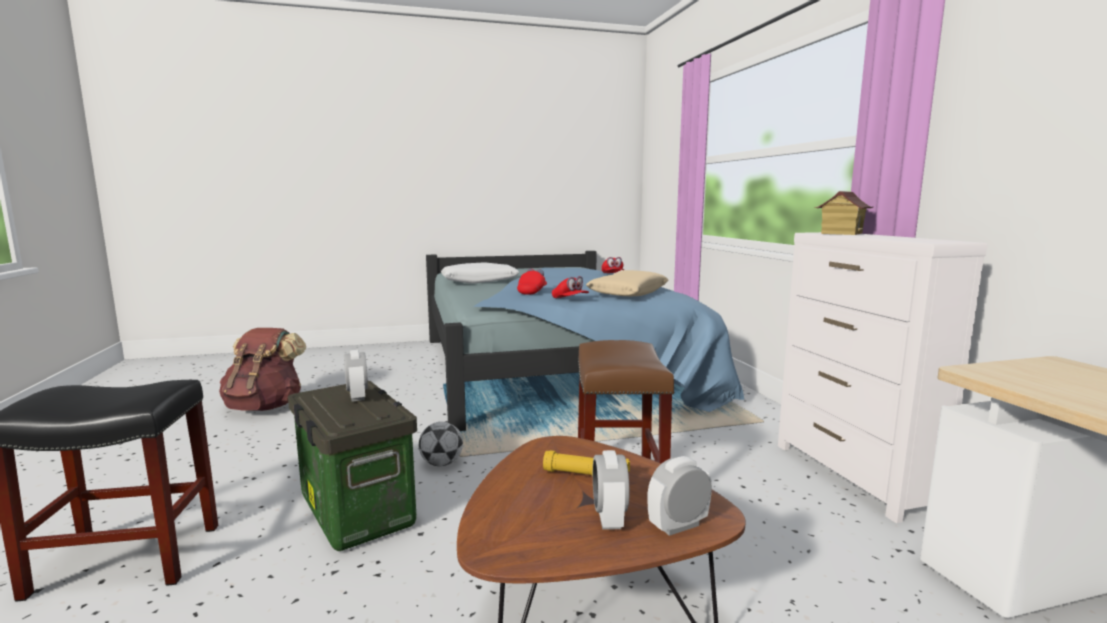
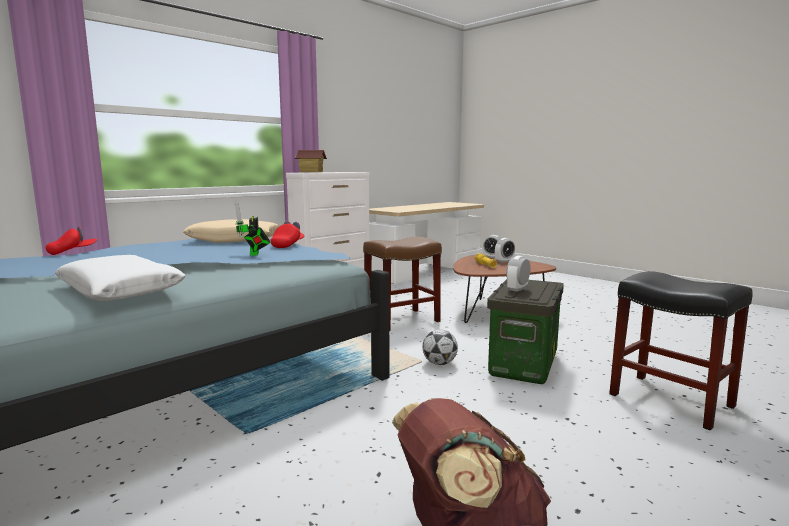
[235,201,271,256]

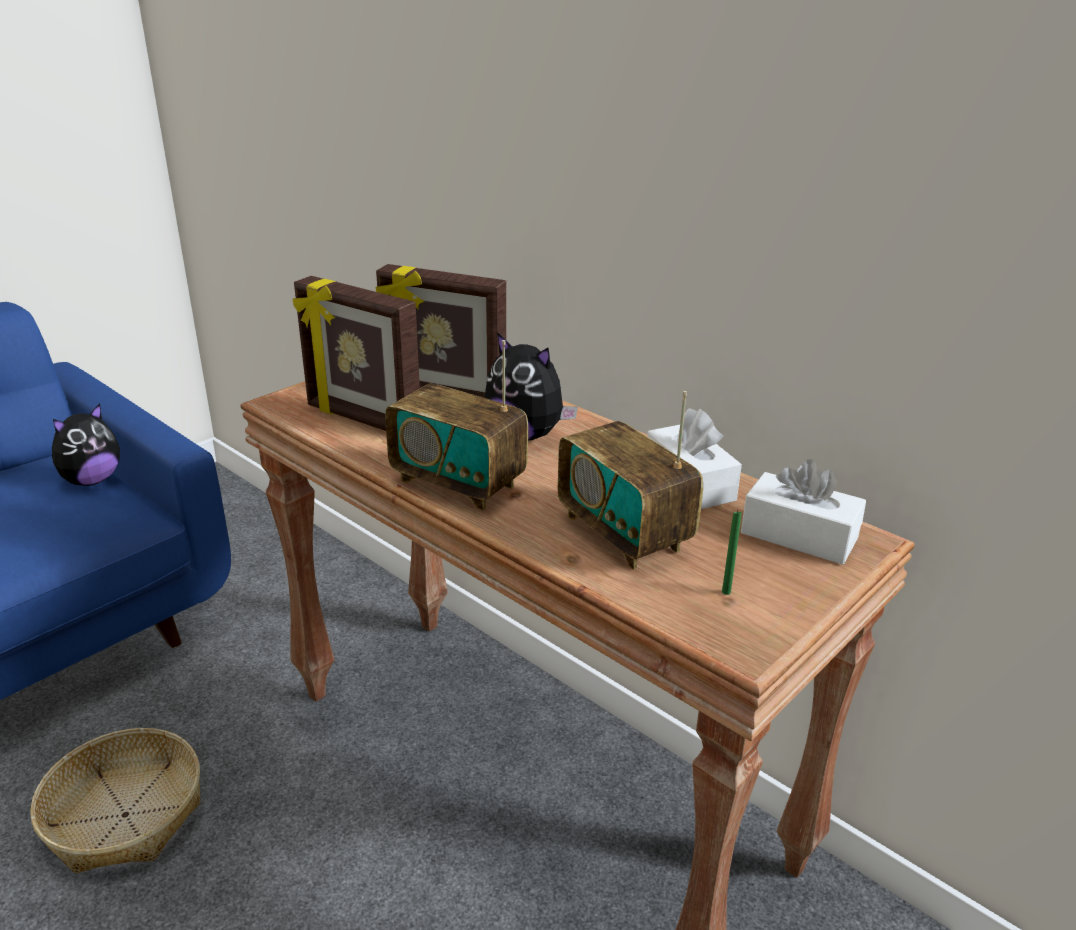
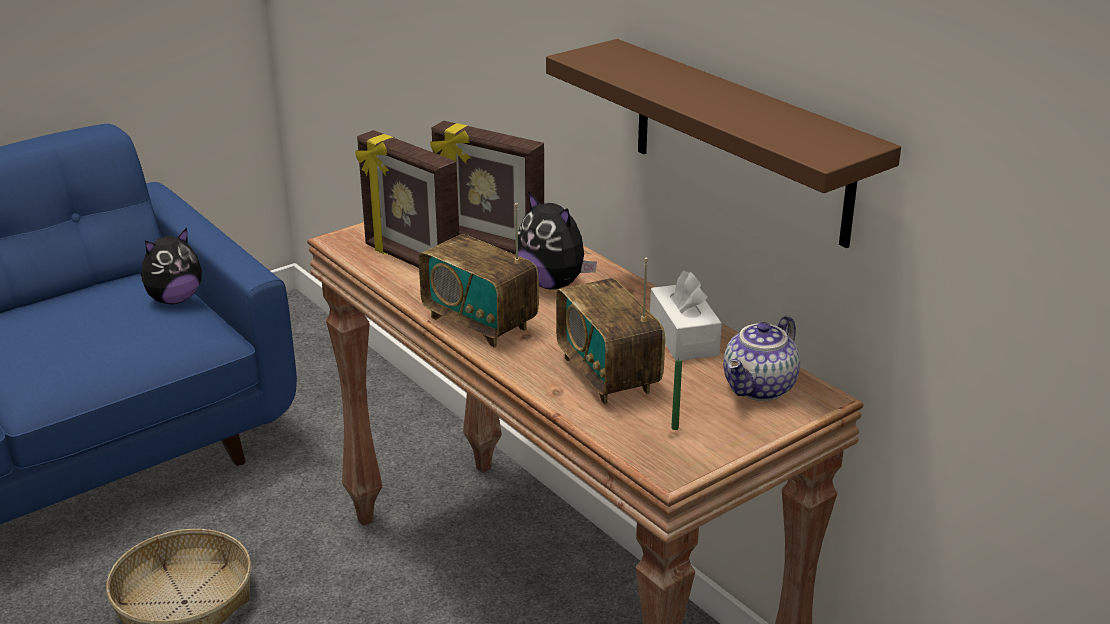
[723,316,800,401]
[546,39,901,248]

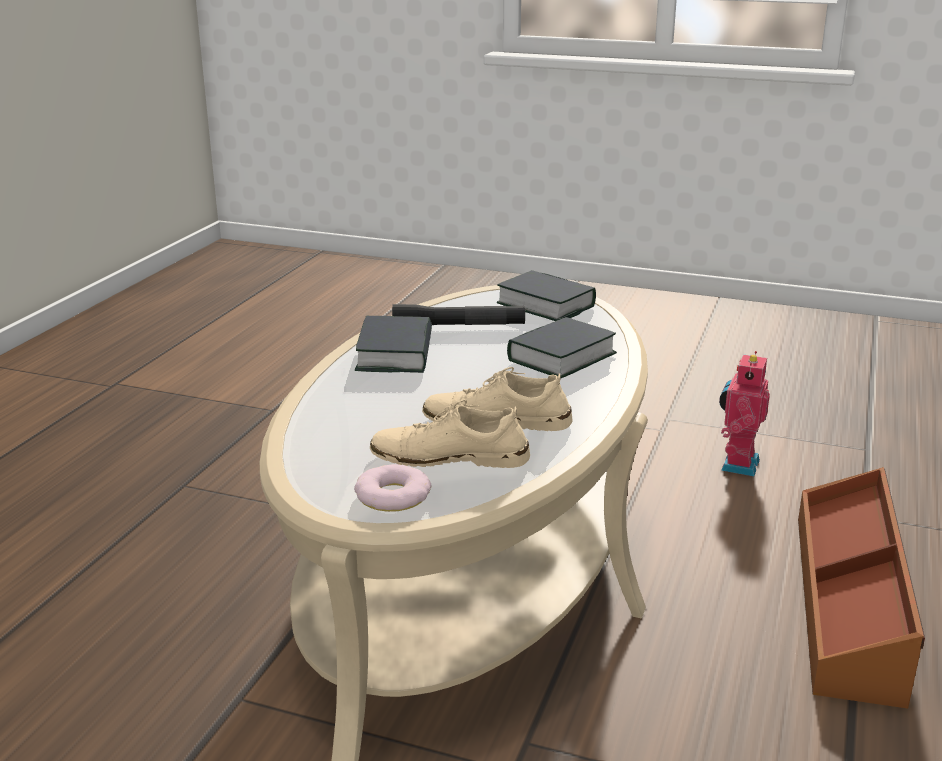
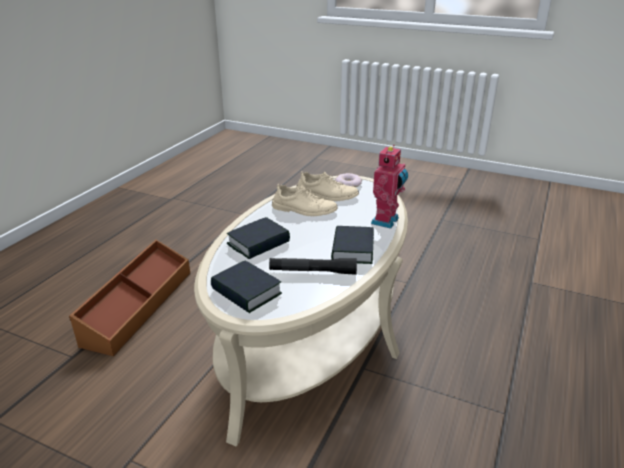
[371,145,408,229]

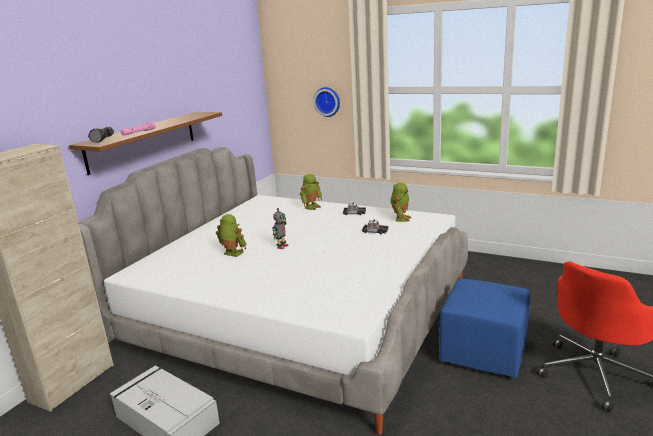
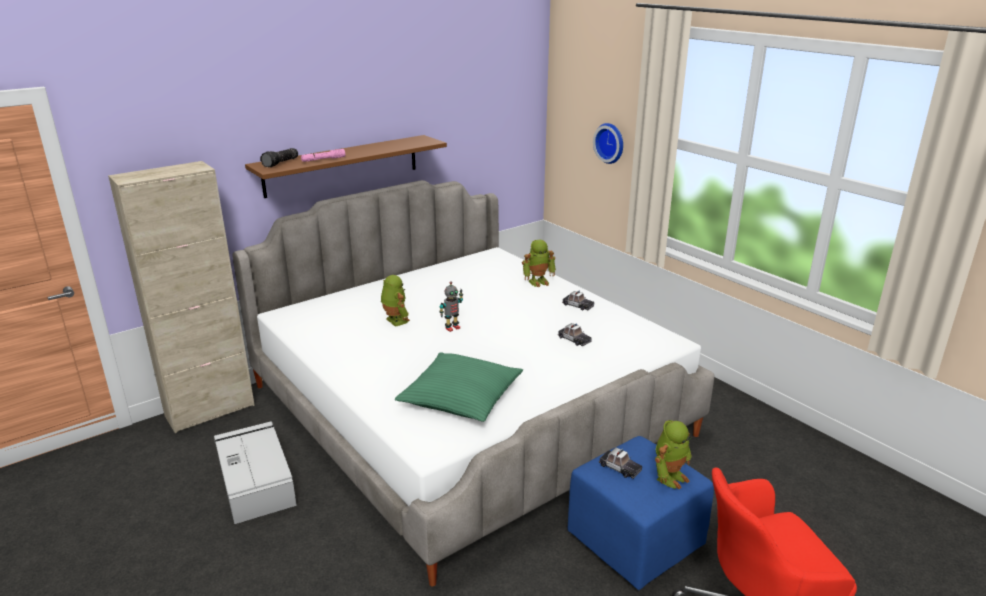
[655,420,692,489]
[395,352,523,422]
[599,447,642,479]

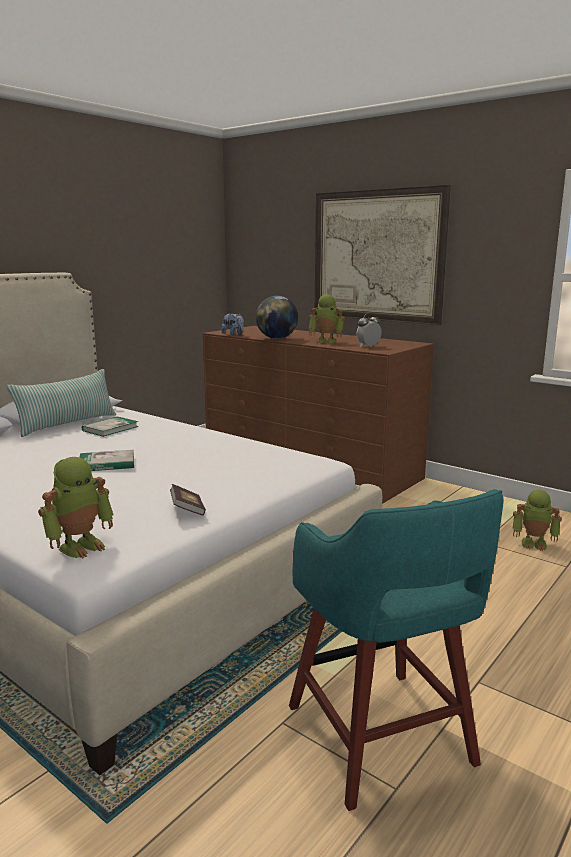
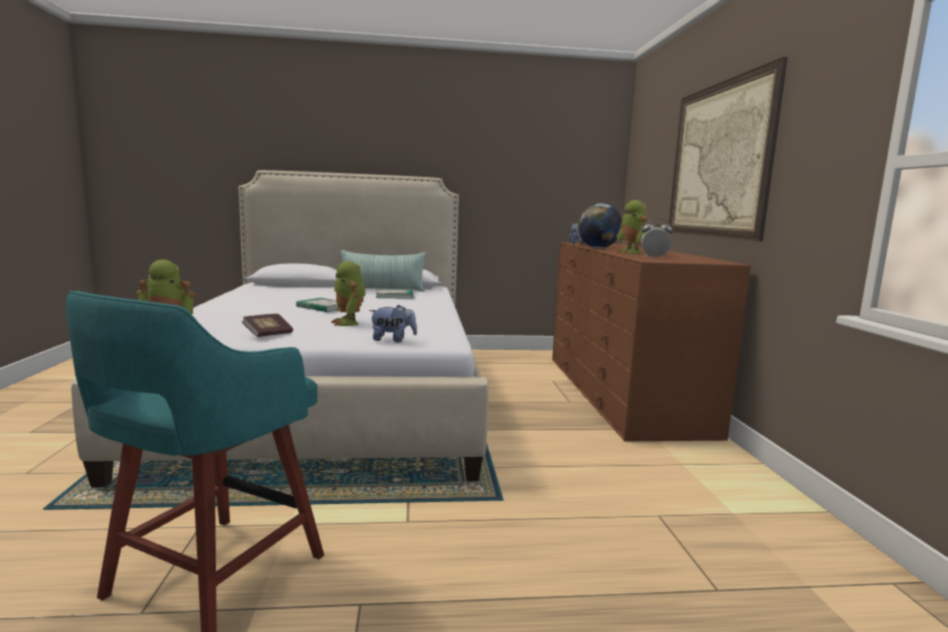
[331,261,366,326]
[369,305,417,342]

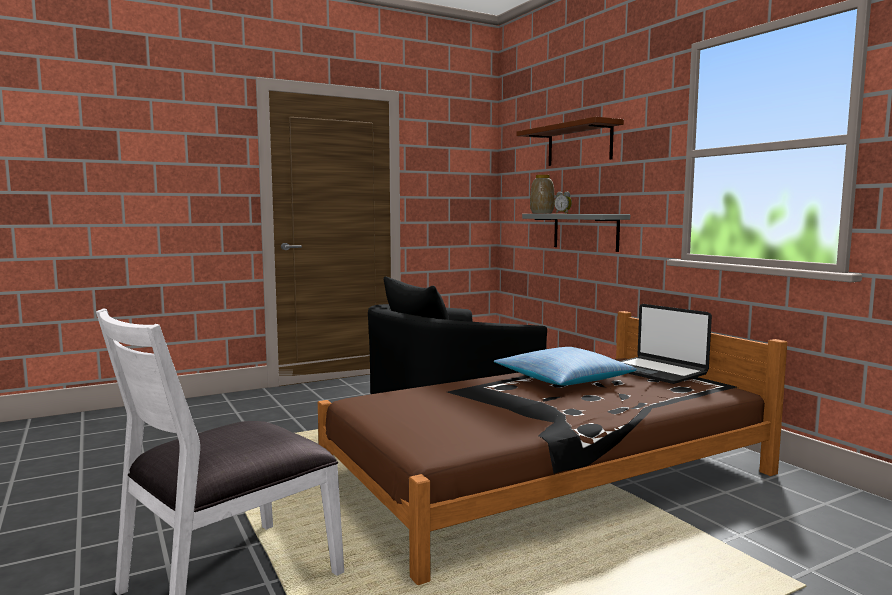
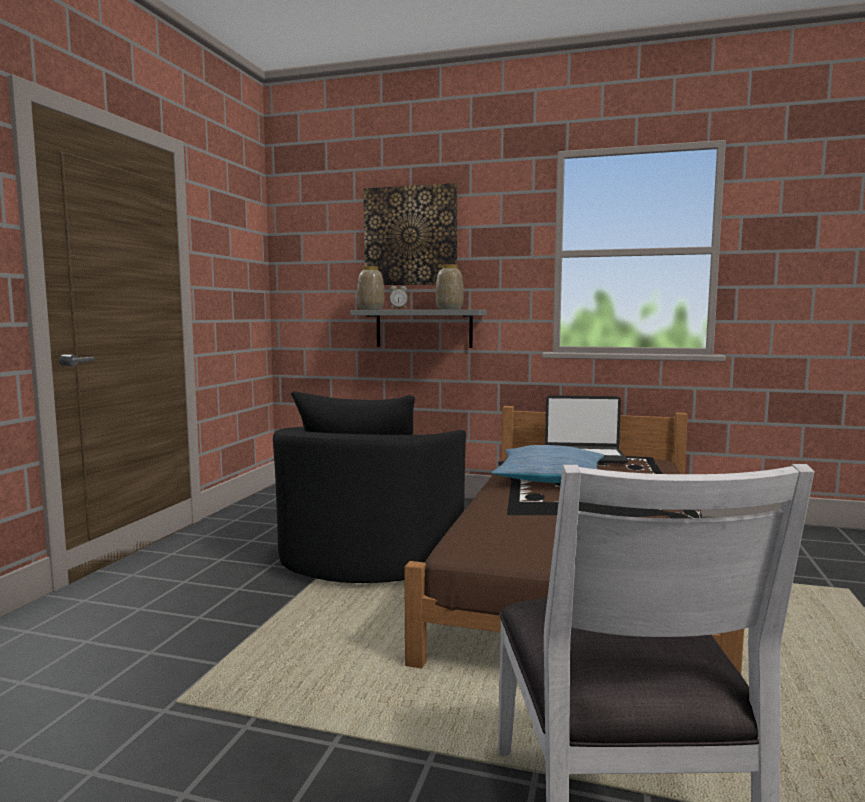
[364,183,457,285]
[436,264,464,310]

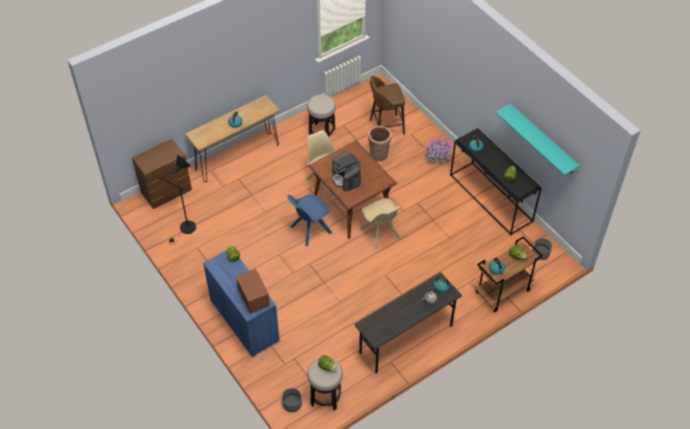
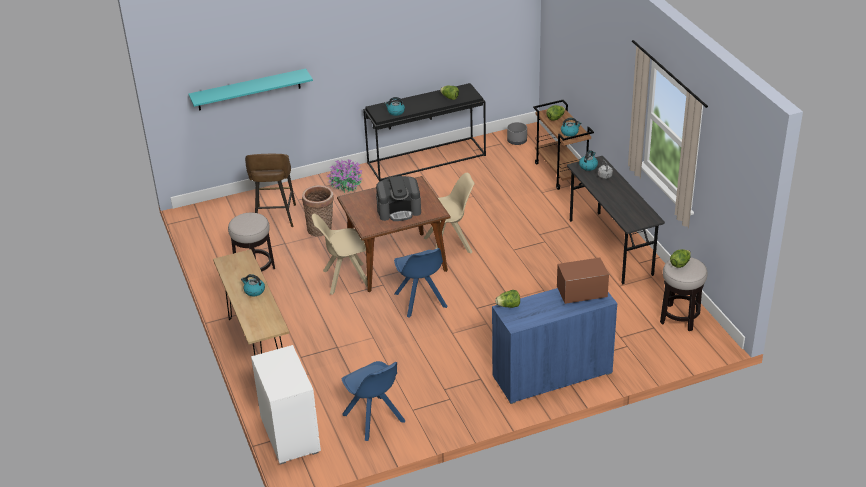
[188,69,313,111]
[251,345,321,465]
[342,361,405,441]
[282,388,302,412] (first image)

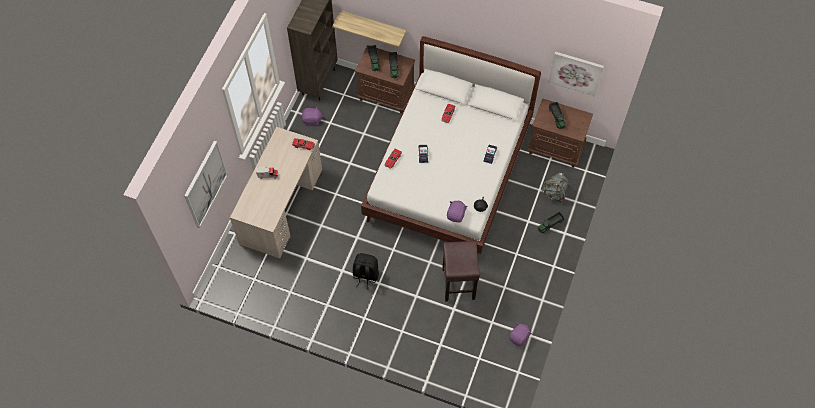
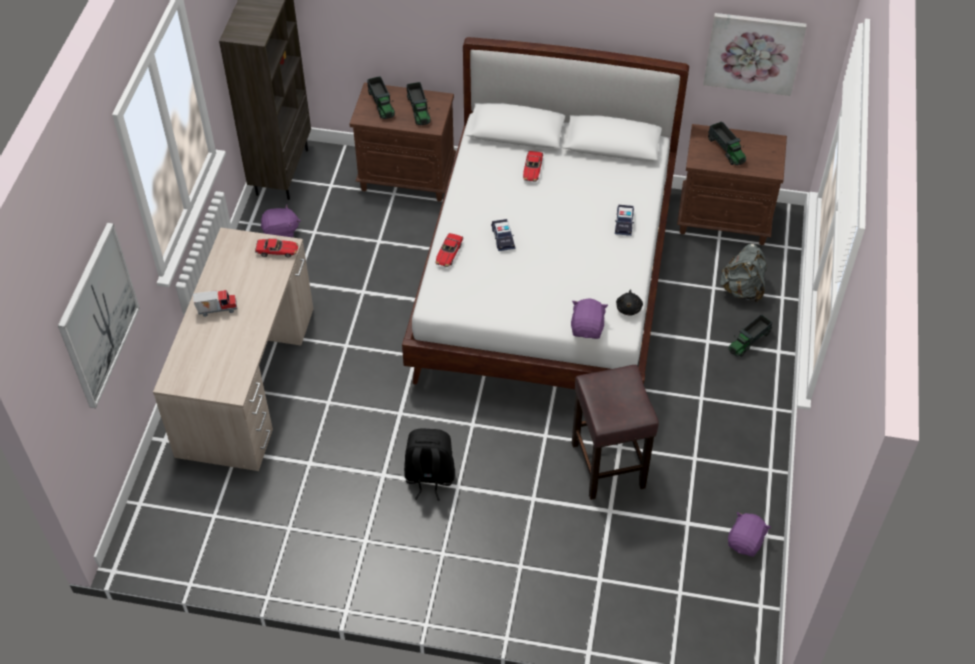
[332,10,406,47] (first image)

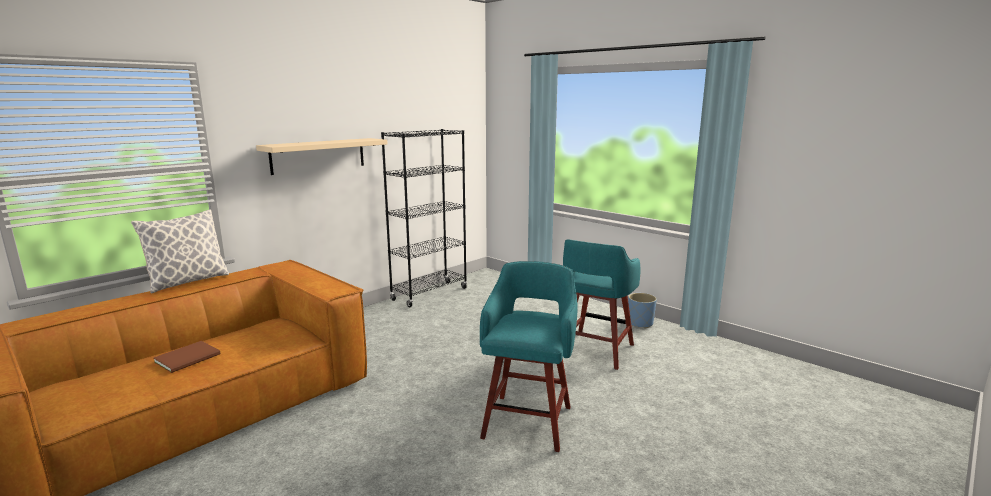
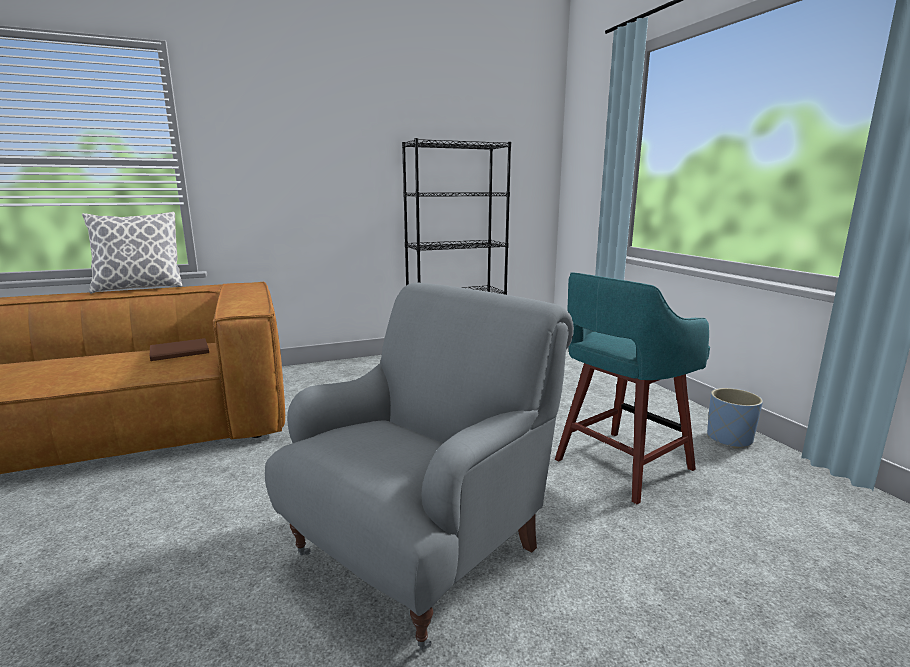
[256,138,388,175] (first image)
[265,283,574,650]
[150,338,209,361]

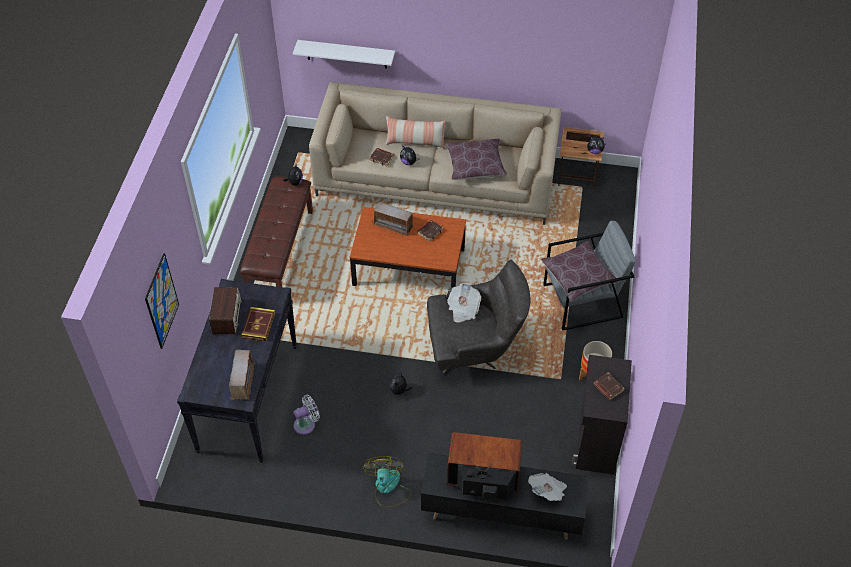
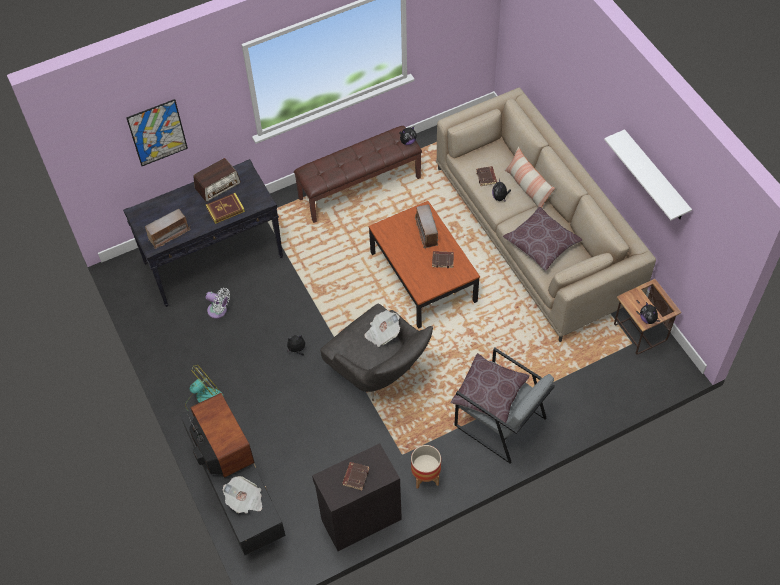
[604,129,692,220]

